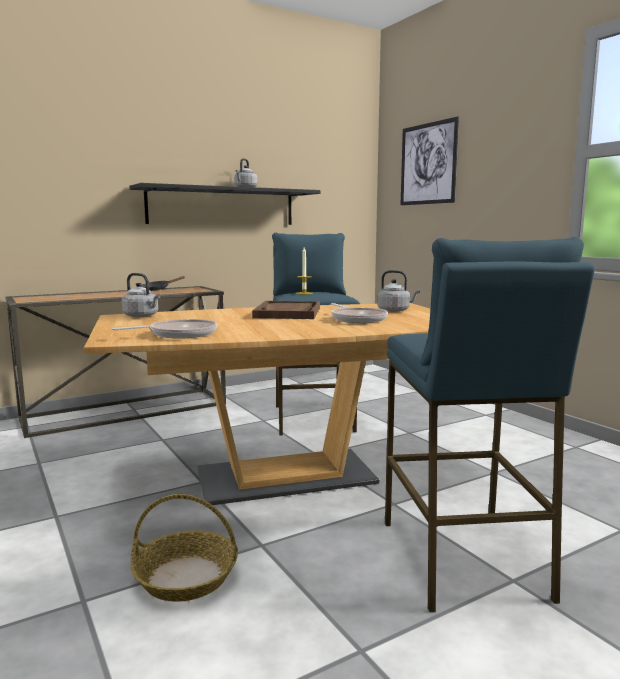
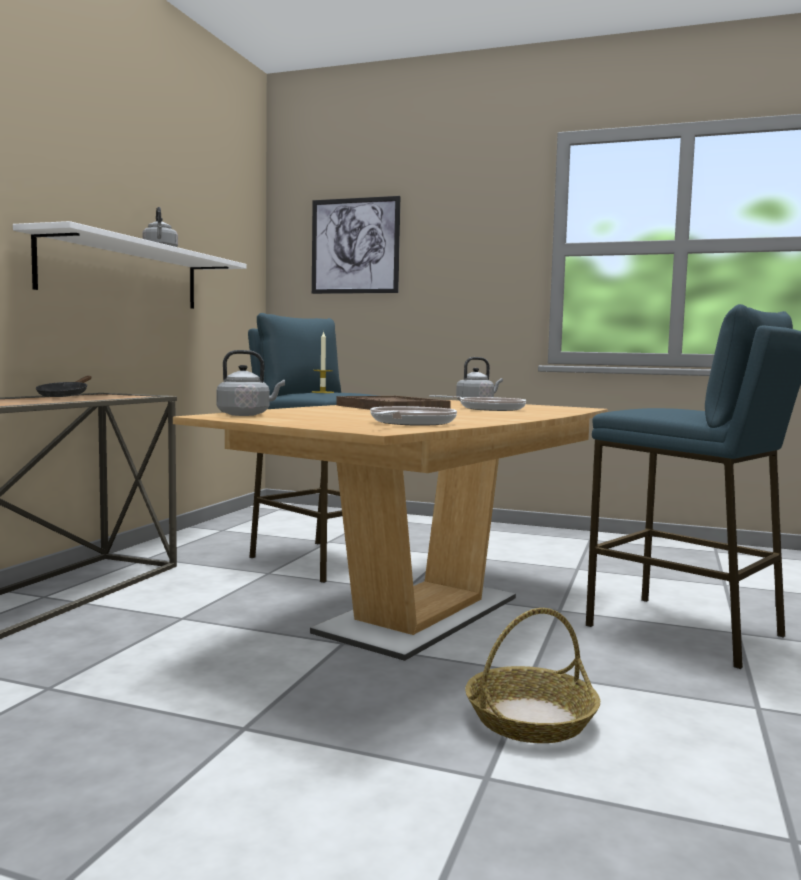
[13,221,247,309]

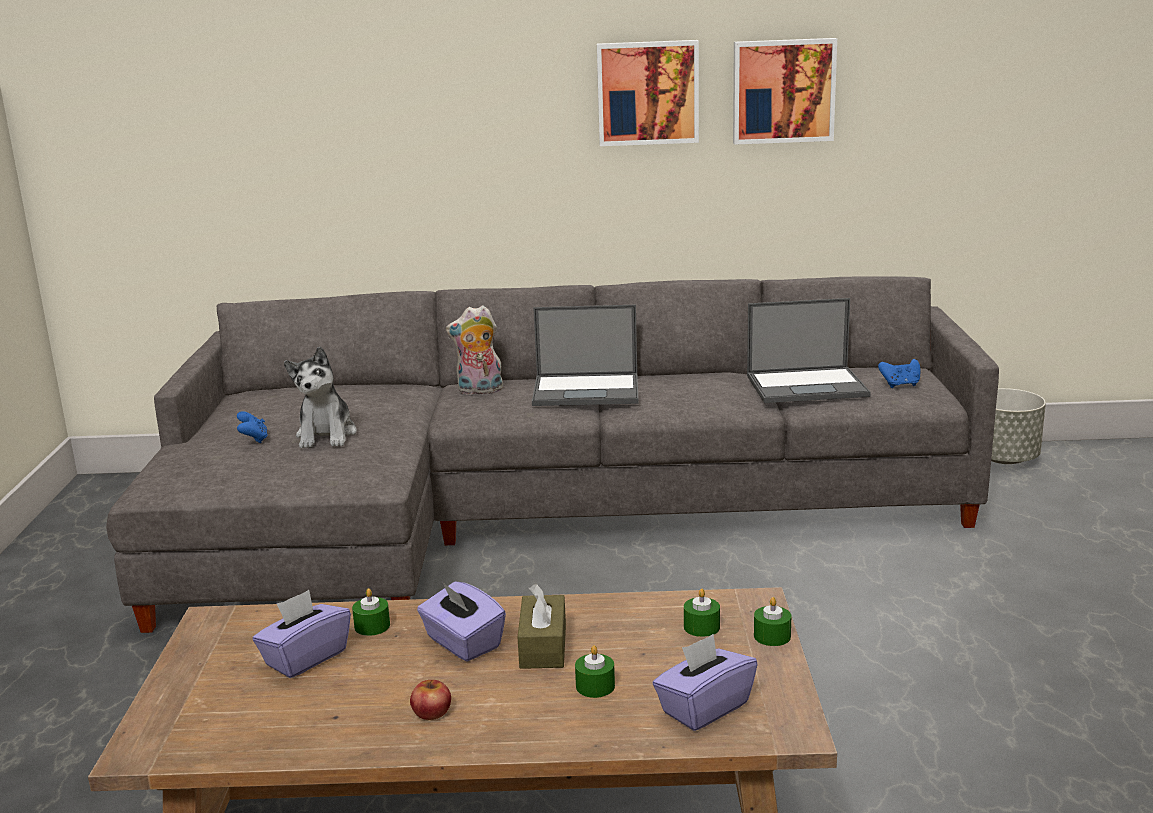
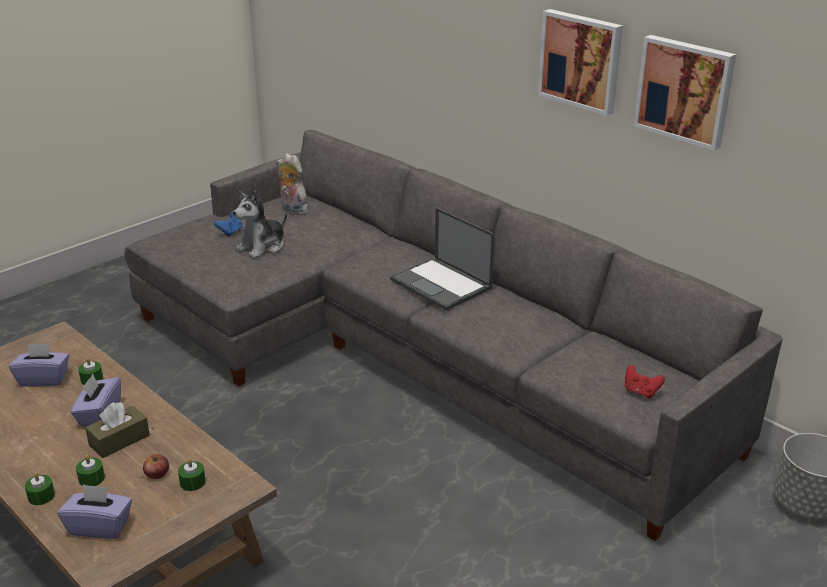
[747,298,871,403] (first image)
[276,153,309,215]
[625,365,665,398]
[25,472,55,505]
[143,454,169,479]

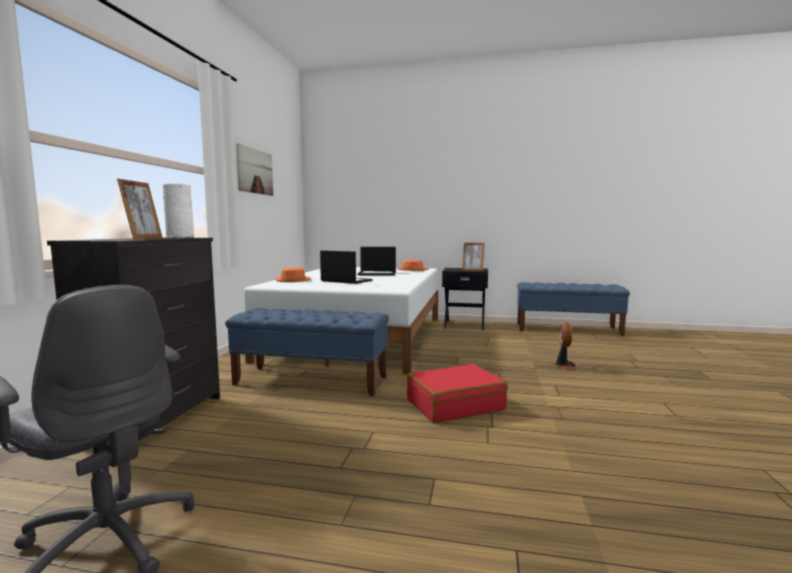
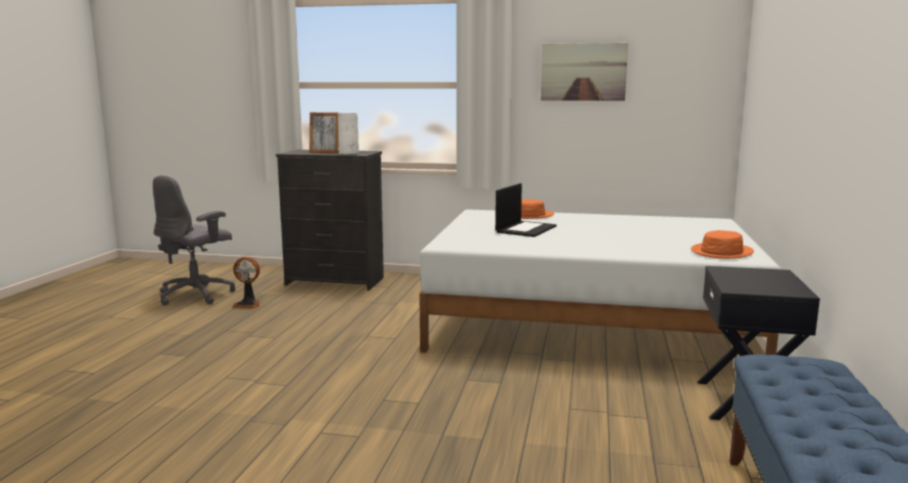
[462,242,485,271] (first image)
[357,247,396,276] (first image)
[225,308,389,396] (first image)
[232,257,260,309]
[407,364,508,423] (first image)

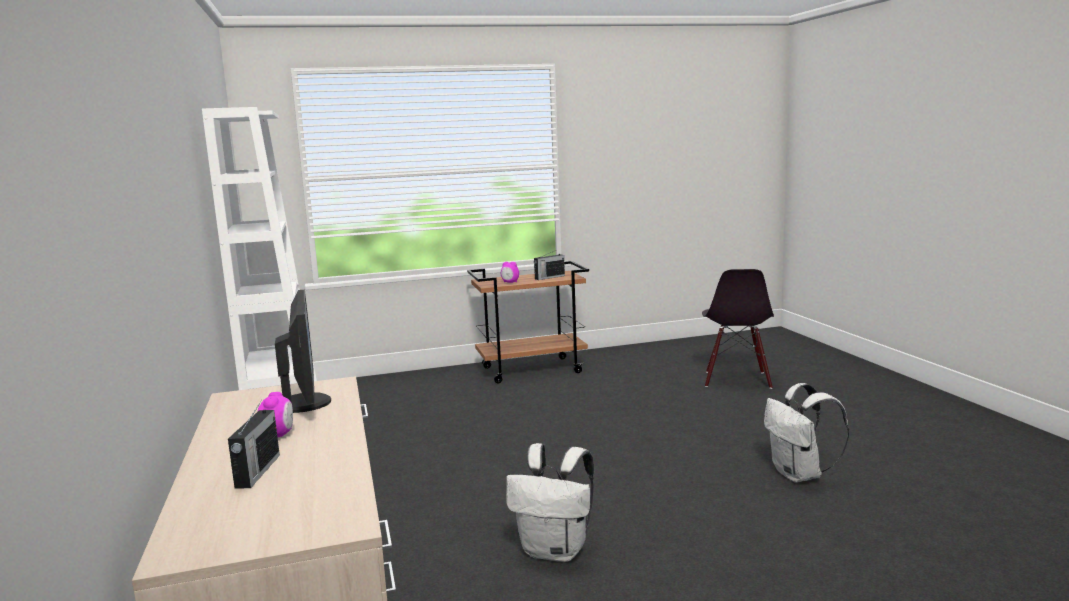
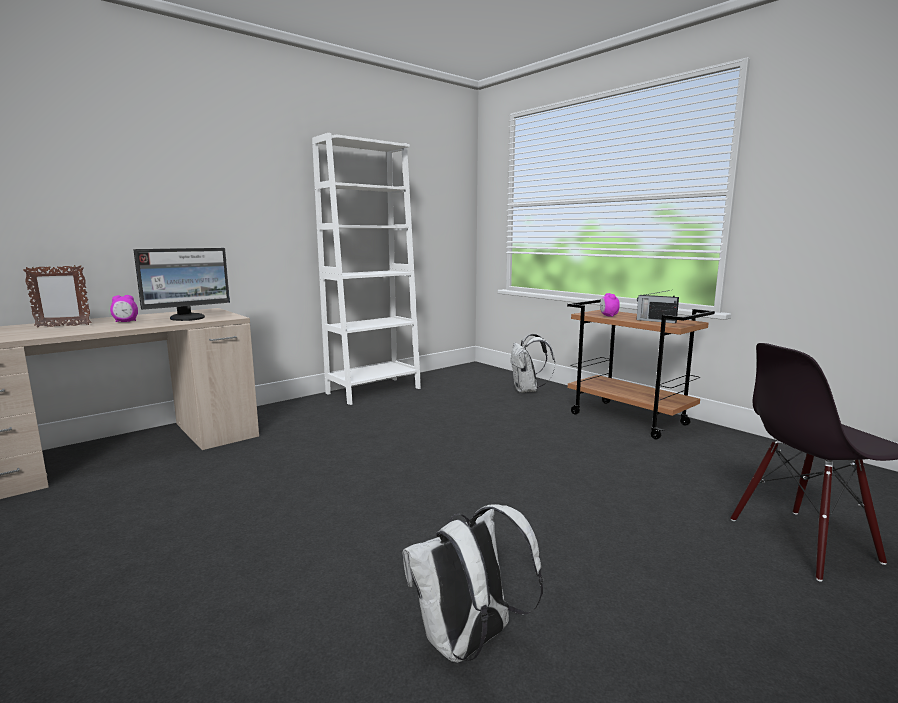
[23,265,91,328]
[510,334,555,393]

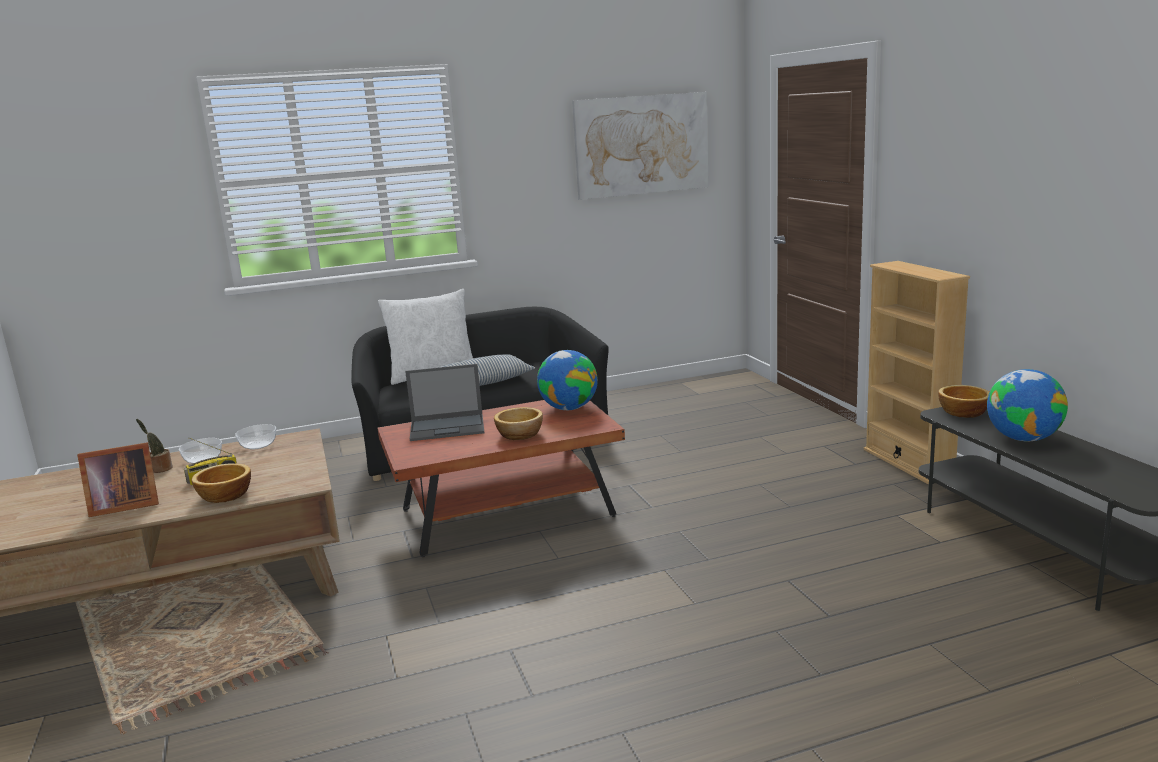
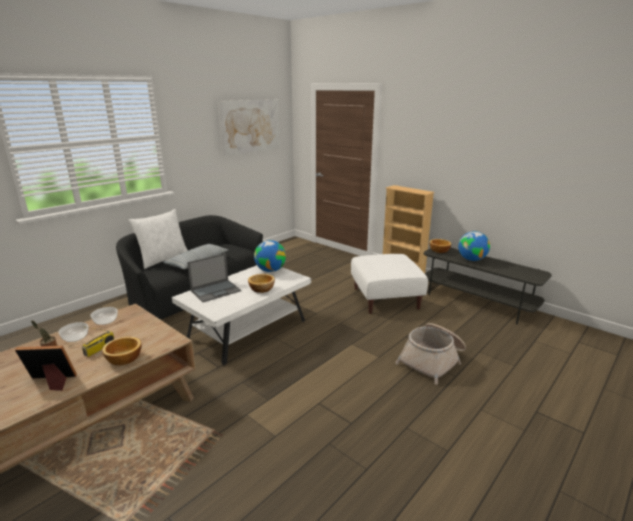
[172,265,311,365]
[15,346,77,391]
[351,254,428,314]
[395,323,466,385]

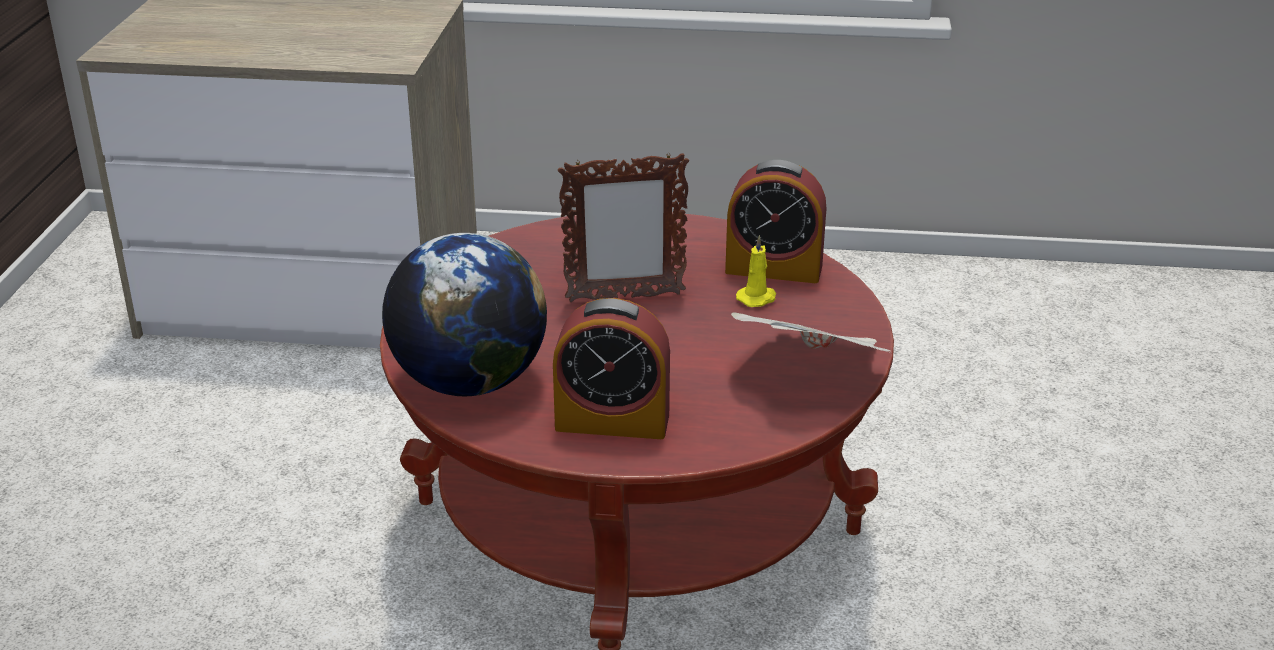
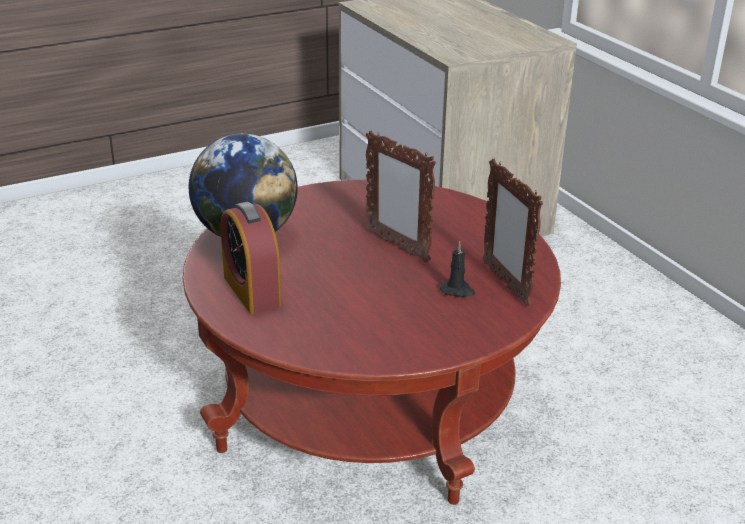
[483,158,543,307]
[440,241,475,297]
[731,312,893,354] (first image)

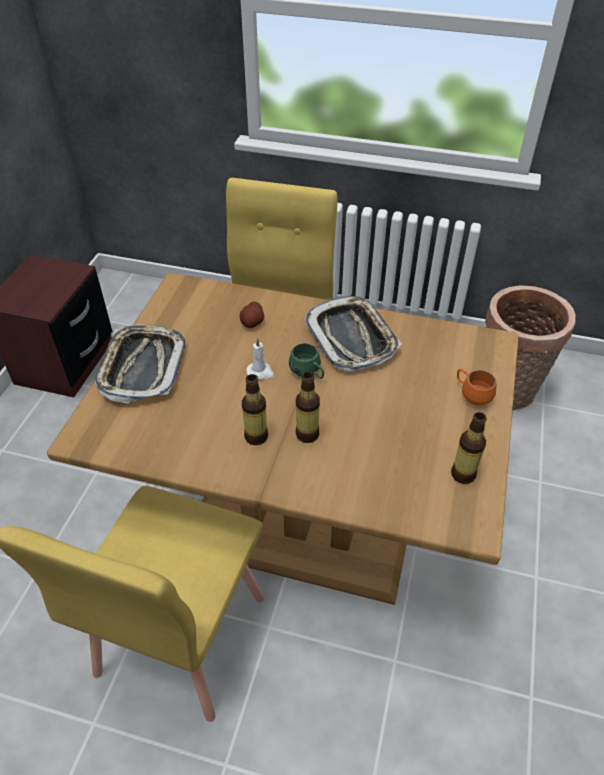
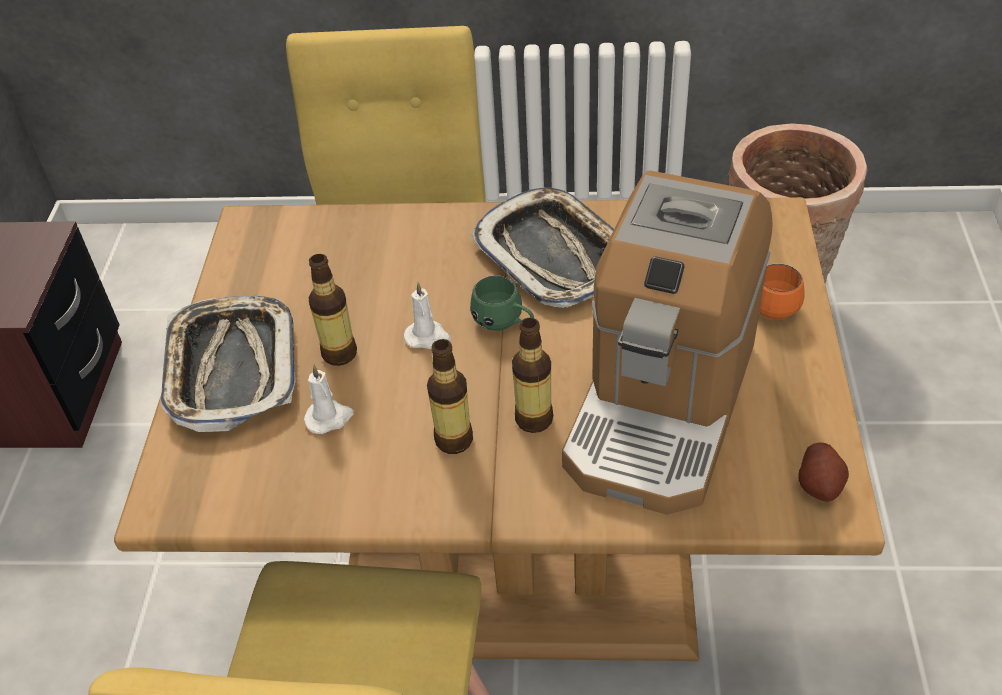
[799,442,849,502]
[309,254,357,366]
[562,171,773,515]
[304,365,354,434]

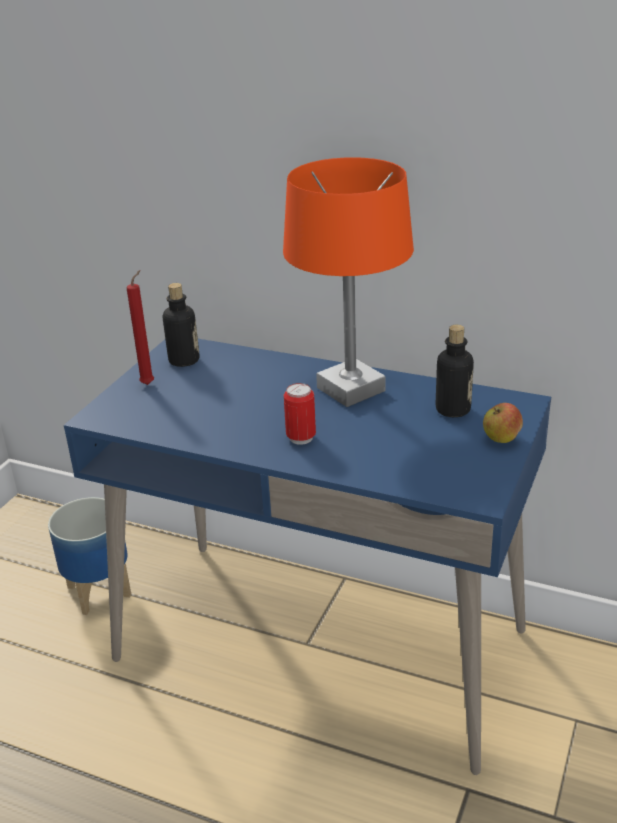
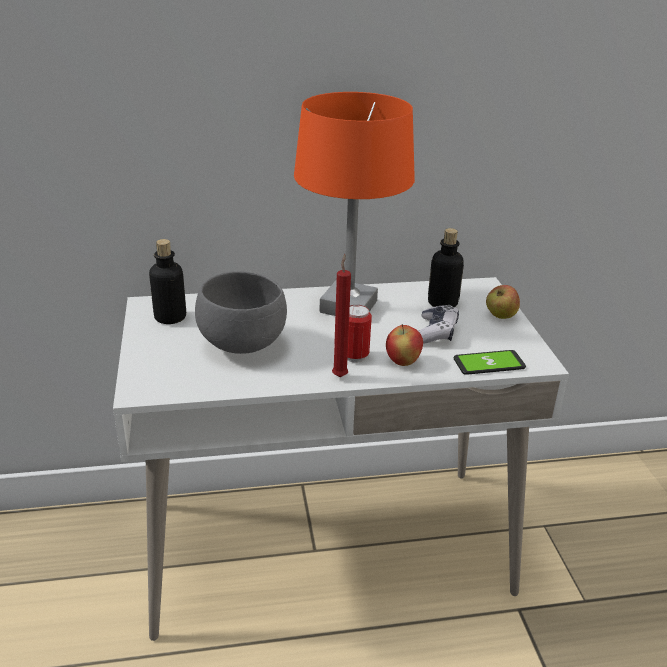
[332,254,351,377]
[113,277,569,641]
[48,497,131,615] (first image)
[195,271,287,354]
[419,305,459,344]
[386,324,423,366]
[454,350,526,375]

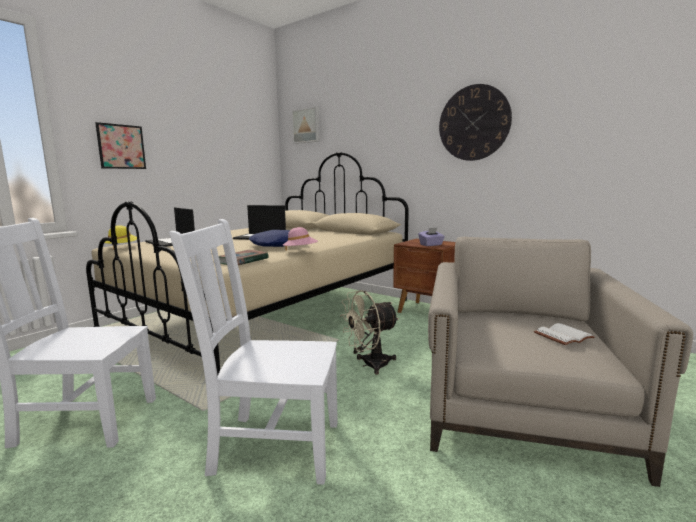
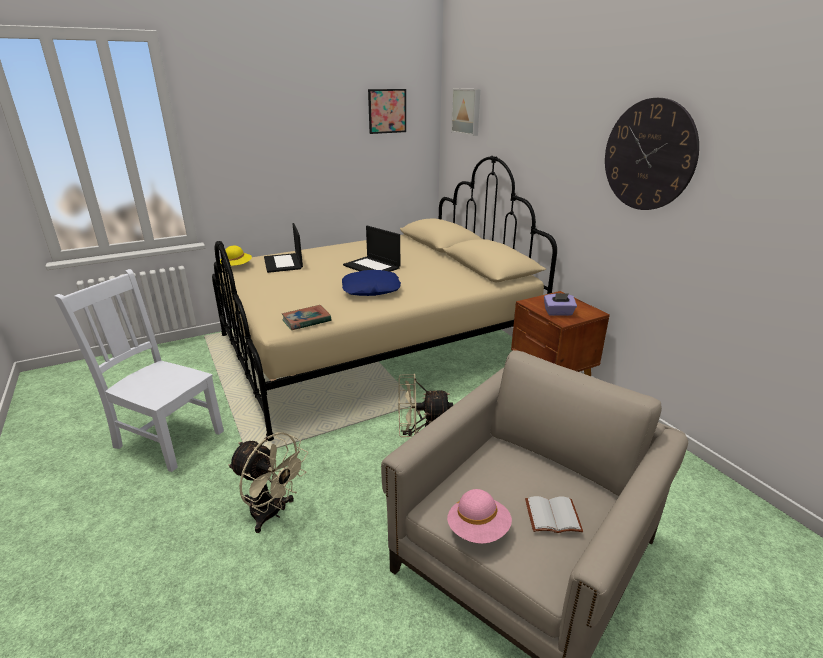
[368,89,406,134]
[228,432,308,533]
[447,489,512,544]

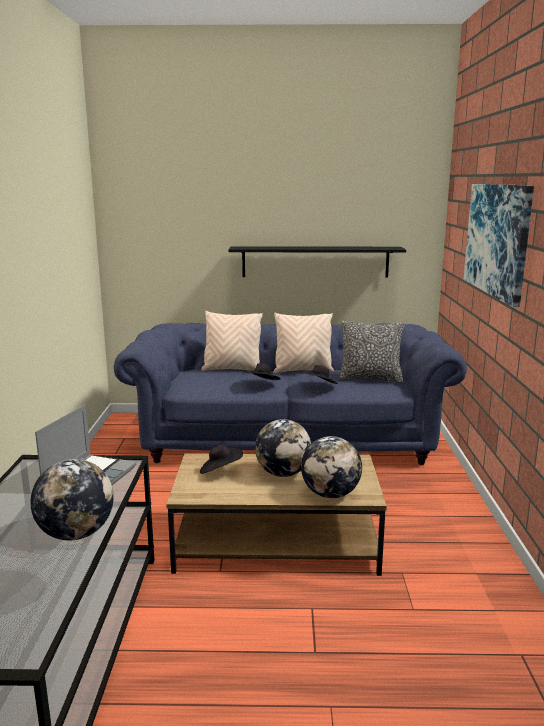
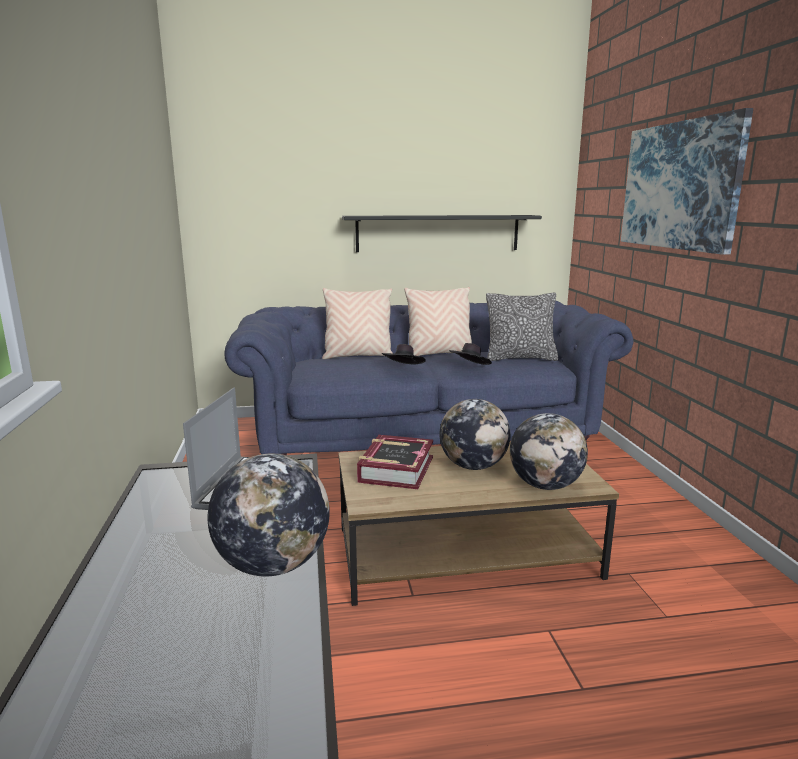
[357,435,433,489]

